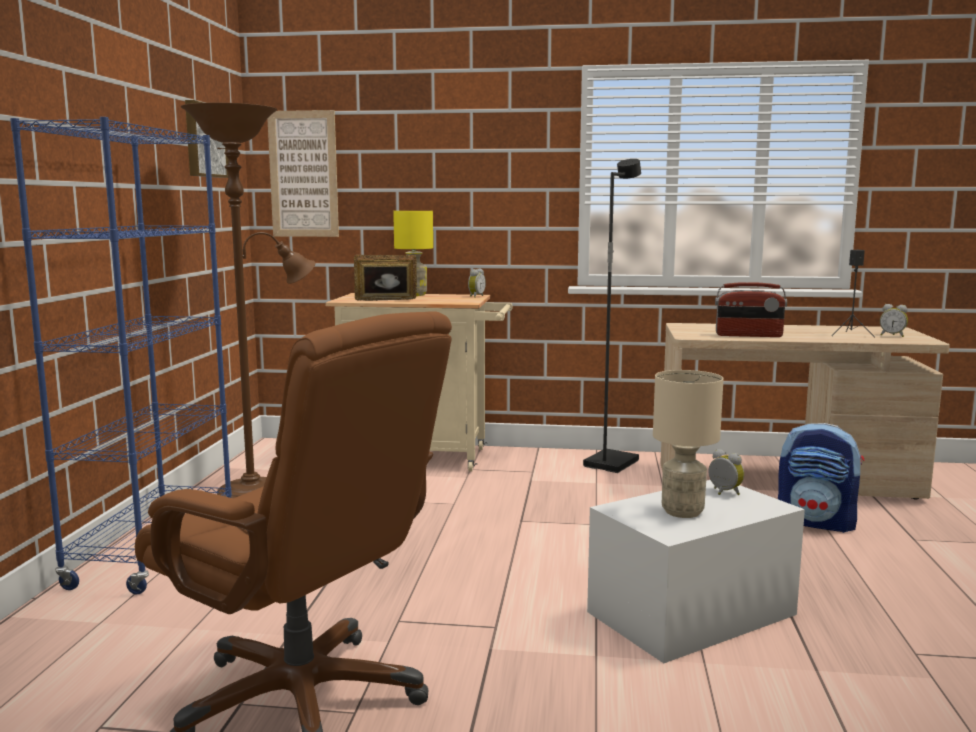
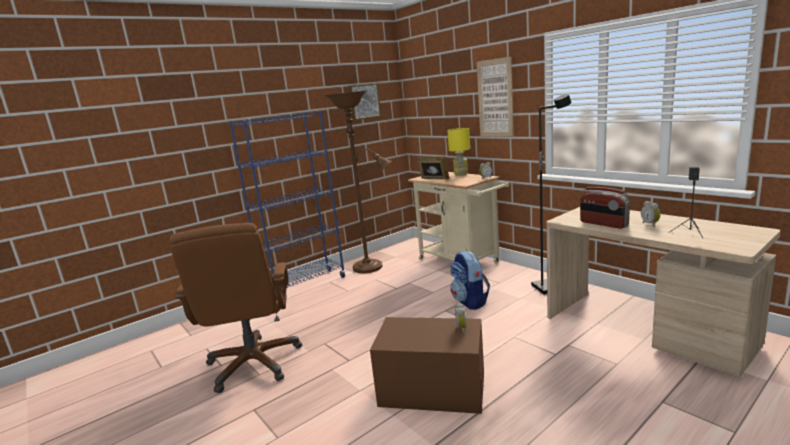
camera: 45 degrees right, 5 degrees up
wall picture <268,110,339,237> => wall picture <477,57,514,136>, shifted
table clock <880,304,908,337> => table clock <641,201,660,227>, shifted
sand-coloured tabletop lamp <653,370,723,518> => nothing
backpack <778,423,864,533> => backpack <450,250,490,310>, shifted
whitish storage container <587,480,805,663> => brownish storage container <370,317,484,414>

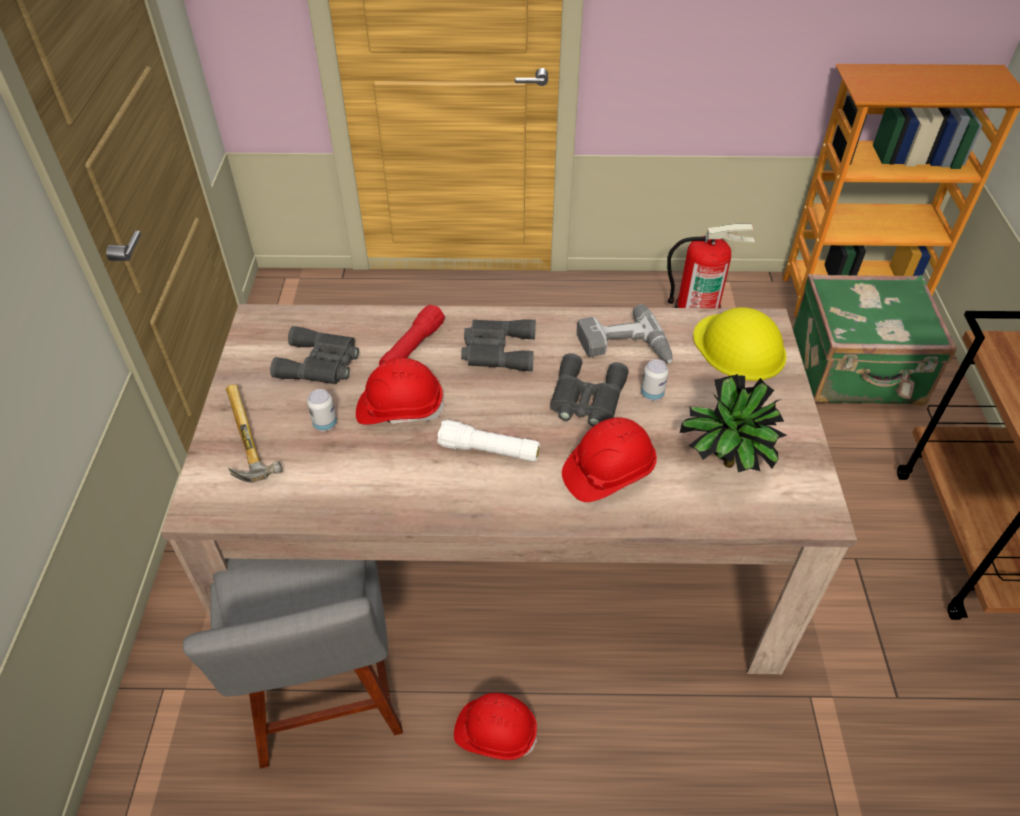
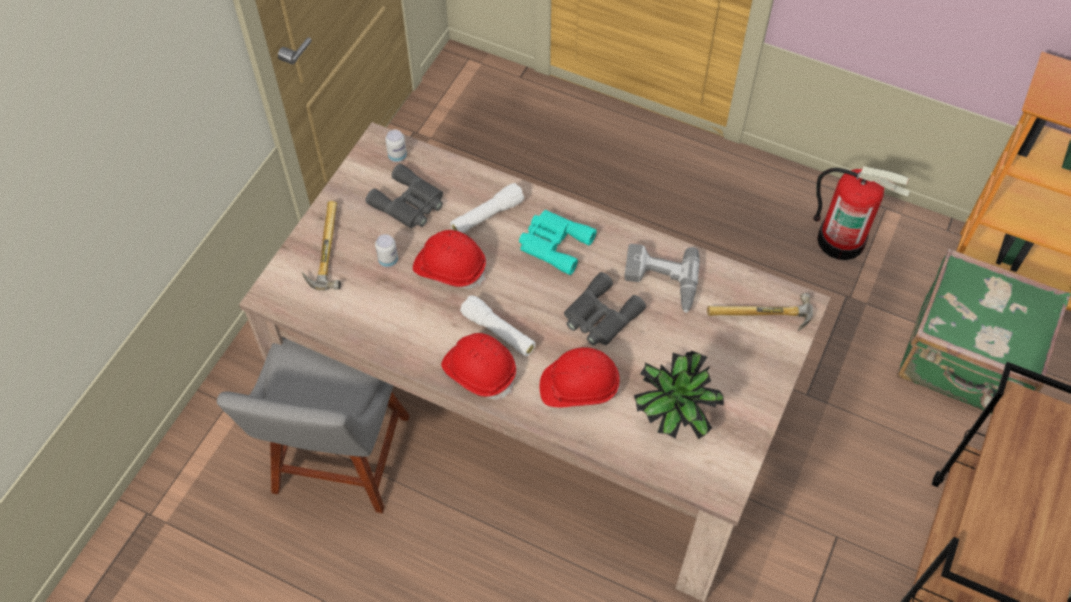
camera: 25 degrees right, 10 degrees up
red hand torch <379,305,445,366> => whitish hand torch <450,183,525,233>
yellowish hard hat <693,307,786,381> => hammer <707,293,813,331>
grey field glasses <461,319,536,371> => turquoise-coloured field glasses <519,210,597,275>
metal can <641,359,669,401> => metal can <385,130,407,162>, shifted
red hard hat <454,693,537,760> => red hard hat <441,333,516,400>, shifted

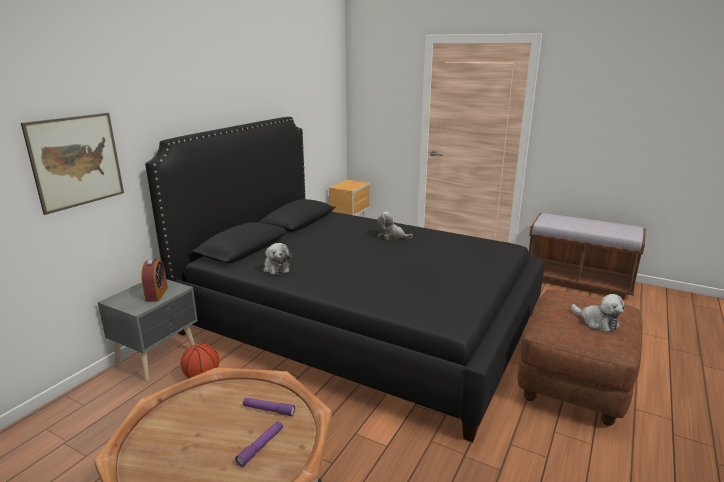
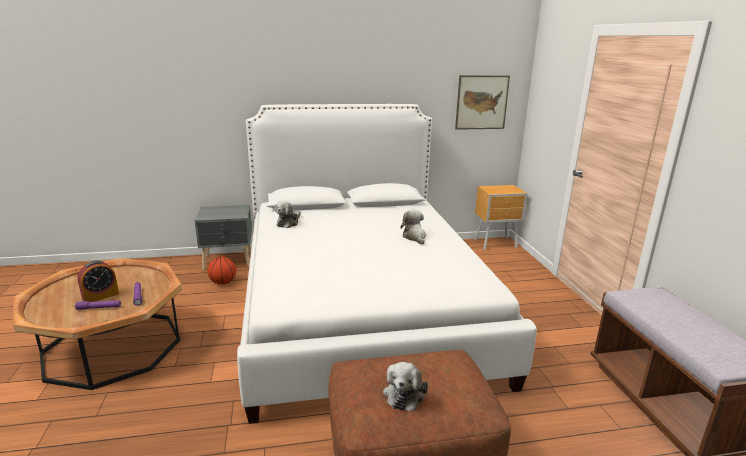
camera: 50 degrees right, 0 degrees up
wall picture <21,113,124,215> => wall picture <455,75,510,130>, shifted
black bedroom bed <145,117,545,442> => whitish bedroom bed <237,104,537,424>
table clock <141,258,168,302> => table clock <78,260,119,302>, shifted

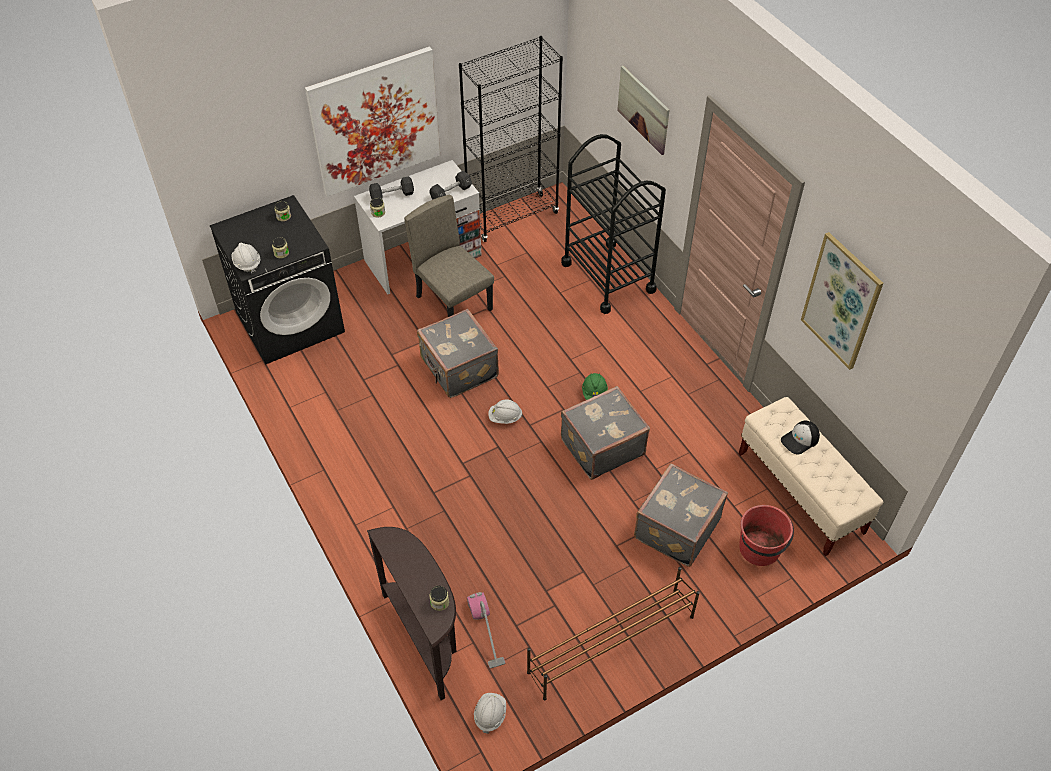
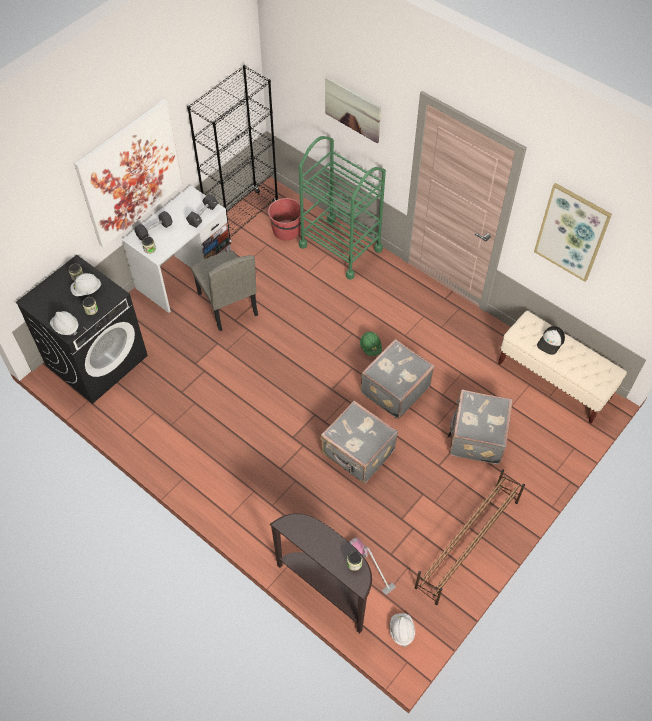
camera: 20 degrees left, 5 degrees up
black trolley <561,134,666,314> => greenish trolley <299,136,386,280>
sand-coloured chair <404,195,494,317> => sand-coloured chair <191,251,258,331>, 150 degrees counterclockwise
grey piece of luggage <417,309,499,398> => grey piece of luggage <320,401,398,484>, shifted
whitish hard hat <488,399,522,424> => whitish hard hat <71,273,101,296>, shifted
red pail <739,505,794,566> => red pail <268,198,304,240>, shifted

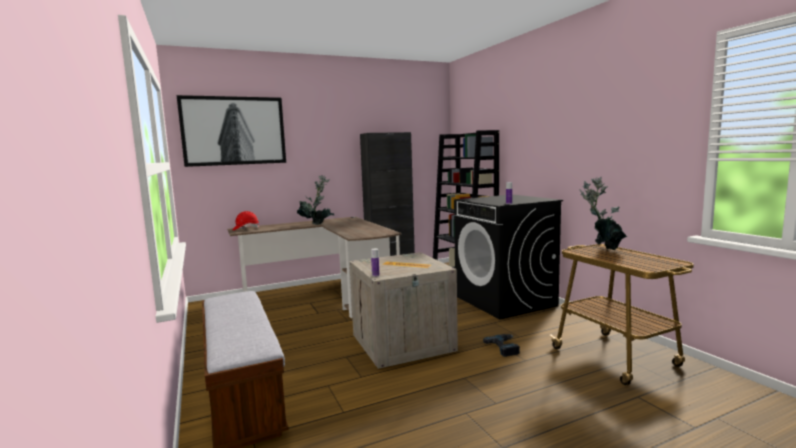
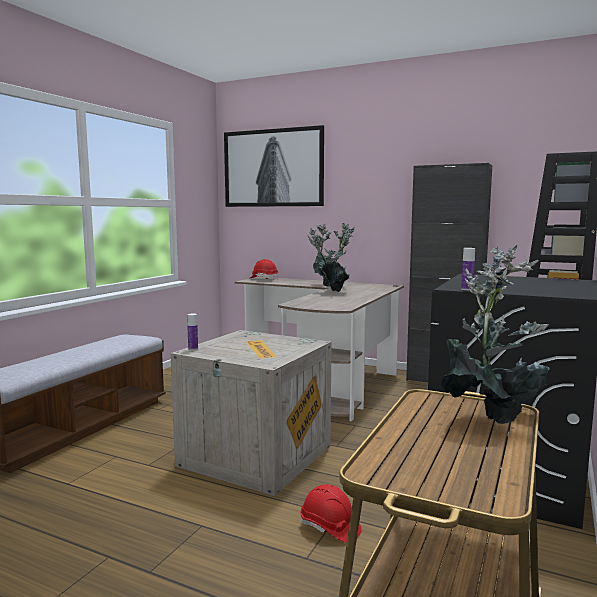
camera: 50 degrees right, 0 degrees up
power drill <483,334,520,357> => red hard hat <300,484,362,543>
nothing => potted plant <307,223,350,292>

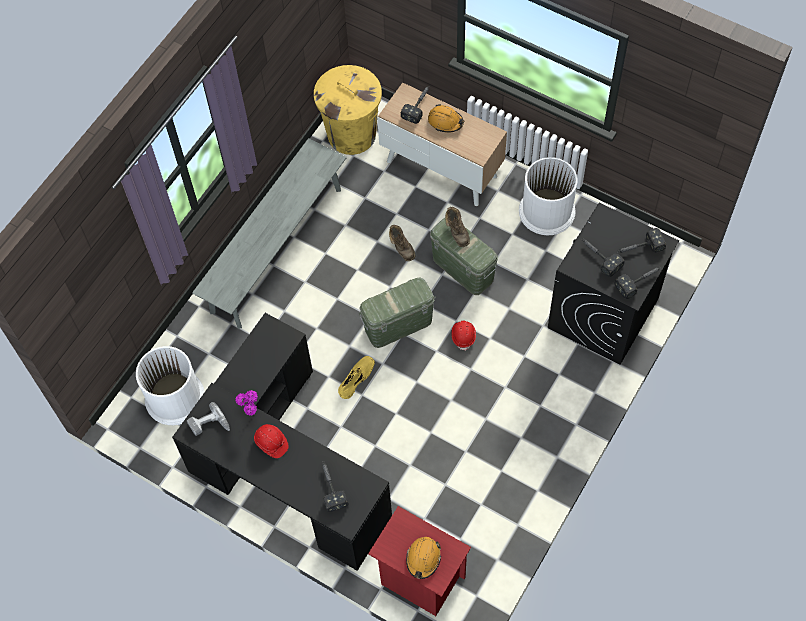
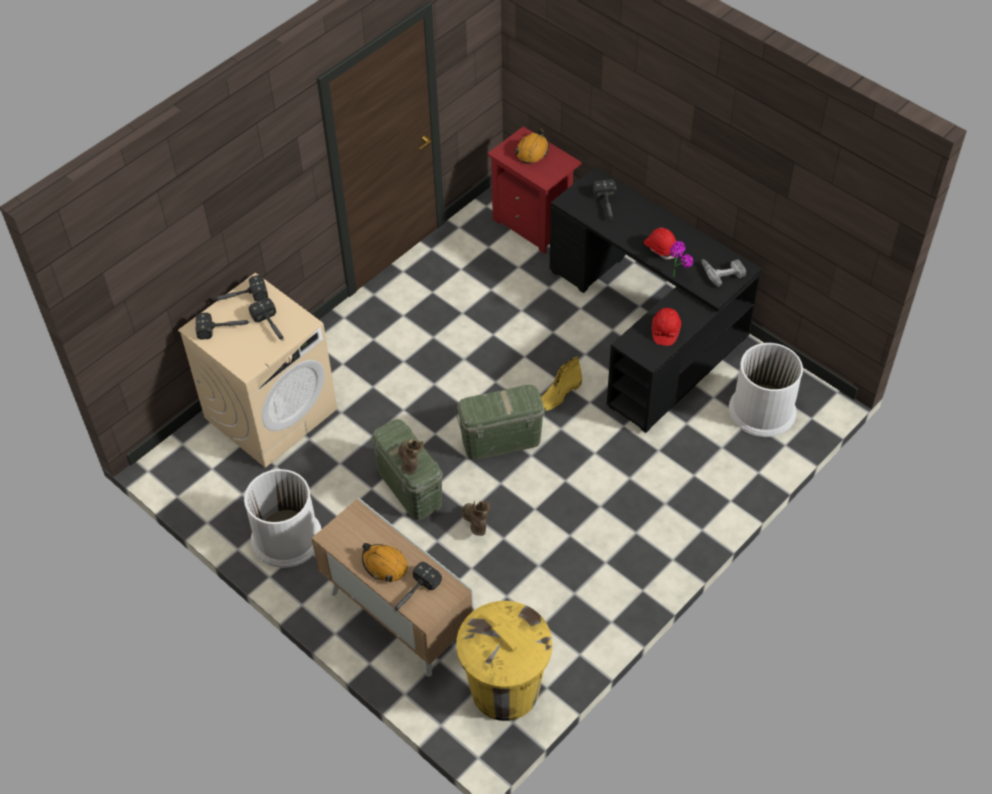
camera: 170 degrees left, 10 degrees down
grey indoor bench <192,138,347,329> => nothing
black washing machine <548,203,679,365> => sand-coloured washing machine <178,273,337,468>
red hard hat <451,321,476,351> => red hard hat <652,308,681,346>, shifted

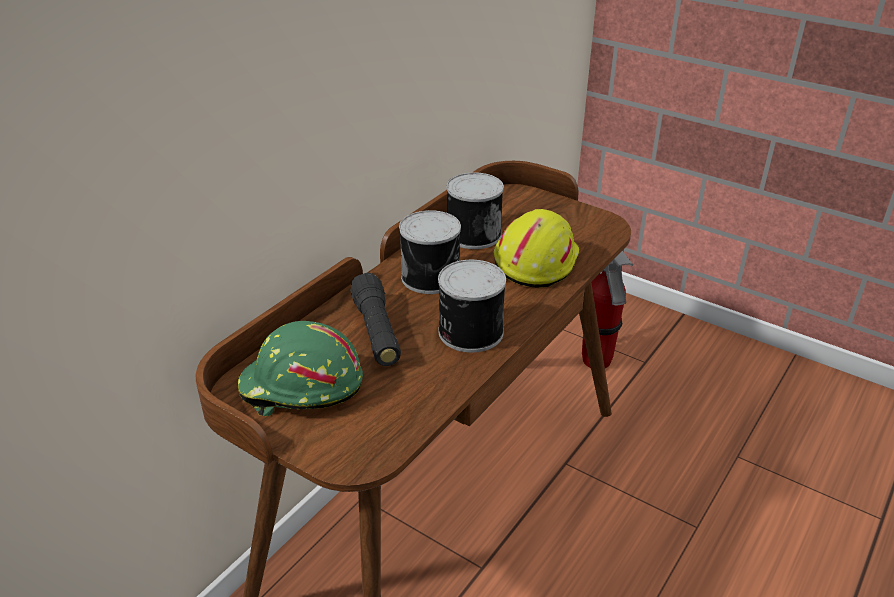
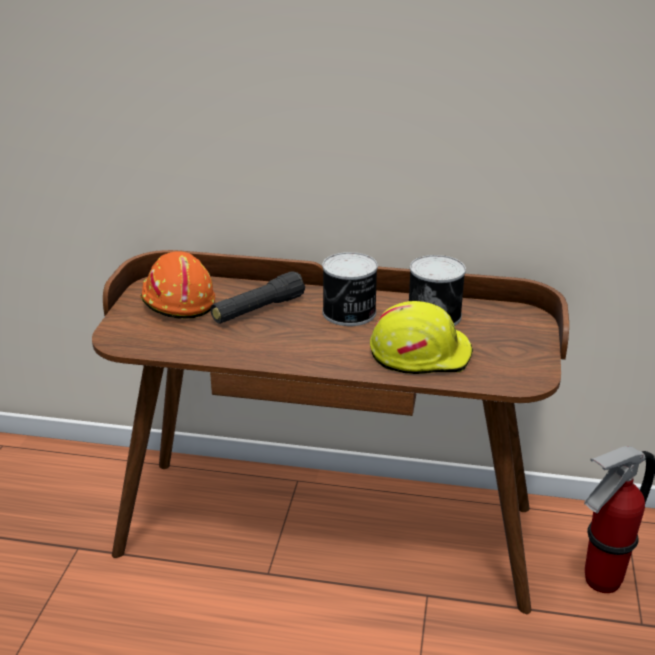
camera: 65 degrees right, 5 degrees down
metal can <438,260,506,353> => nothing
greenish hard hat <237,321,363,416> => orangey hard hat <140,251,215,319>

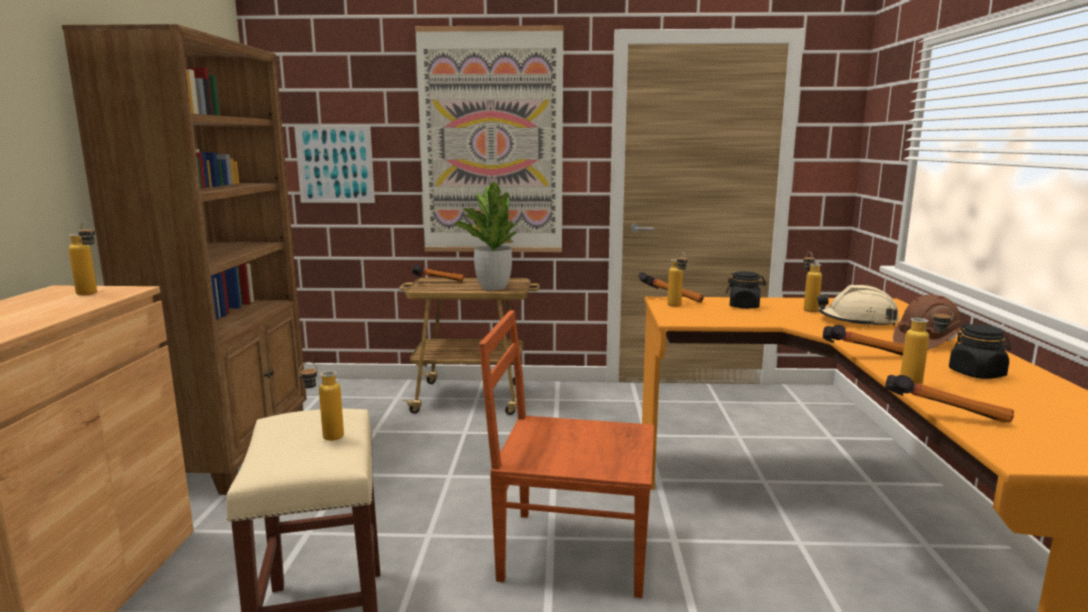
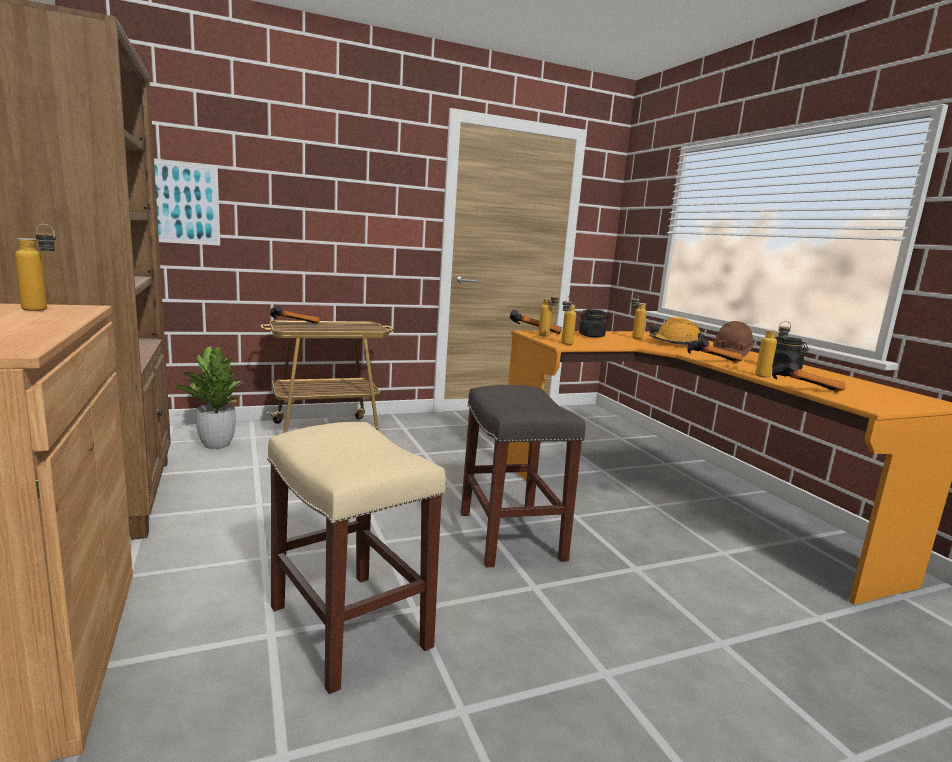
camera: 25 degrees left, 0 degrees up
wall picture <415,25,563,252> => nothing
potted plant <454,182,520,290> => potted plant <173,346,243,449>, shifted
sand-coloured hard hat <817,285,899,327> => orangey hard hat <649,317,704,345>
brownish chair <479,310,654,598> => grey stool <461,385,585,567>
drink bottle <299,362,344,441> => drink bottle <561,296,576,345>, shifted

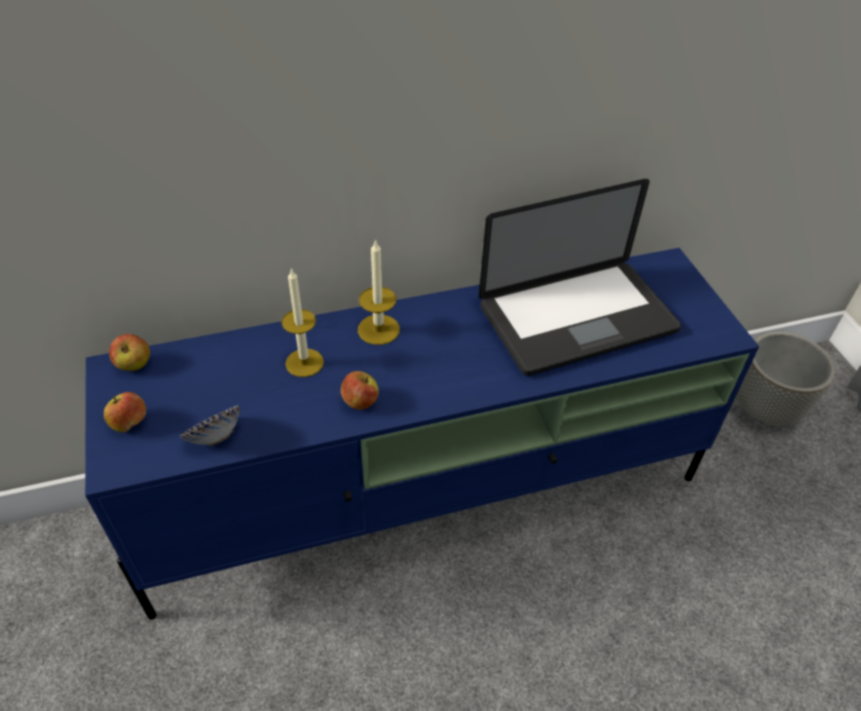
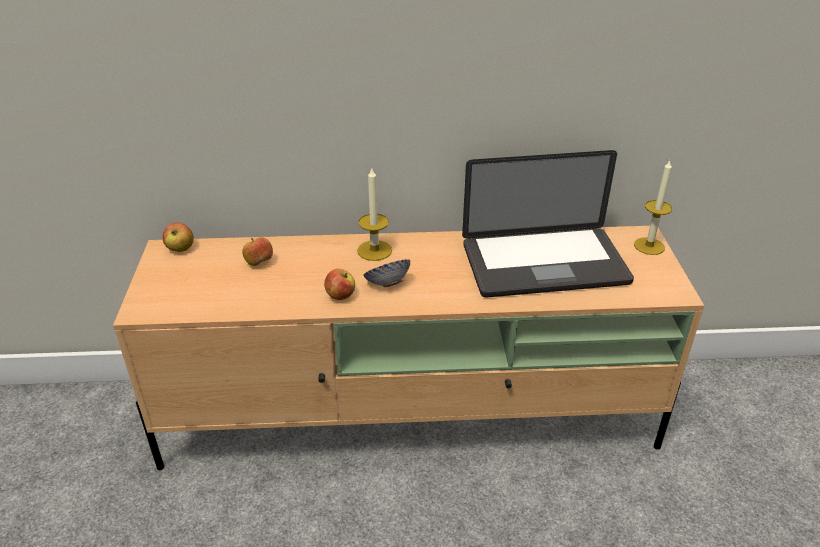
camera: 15 degrees right, 10 degrees down
blue-coloured media console <85,248,759,620> => sand-coloured media console <113,226,704,470>
candle <281,268,324,377> => candle <634,161,672,255>, shifted
grey flower pot <737,331,835,426> => nothing
apple <104,392,146,432> => apple <242,237,273,266>, shifted
deep dish <179,405,240,446> => deep dish <363,259,410,287>, shifted

